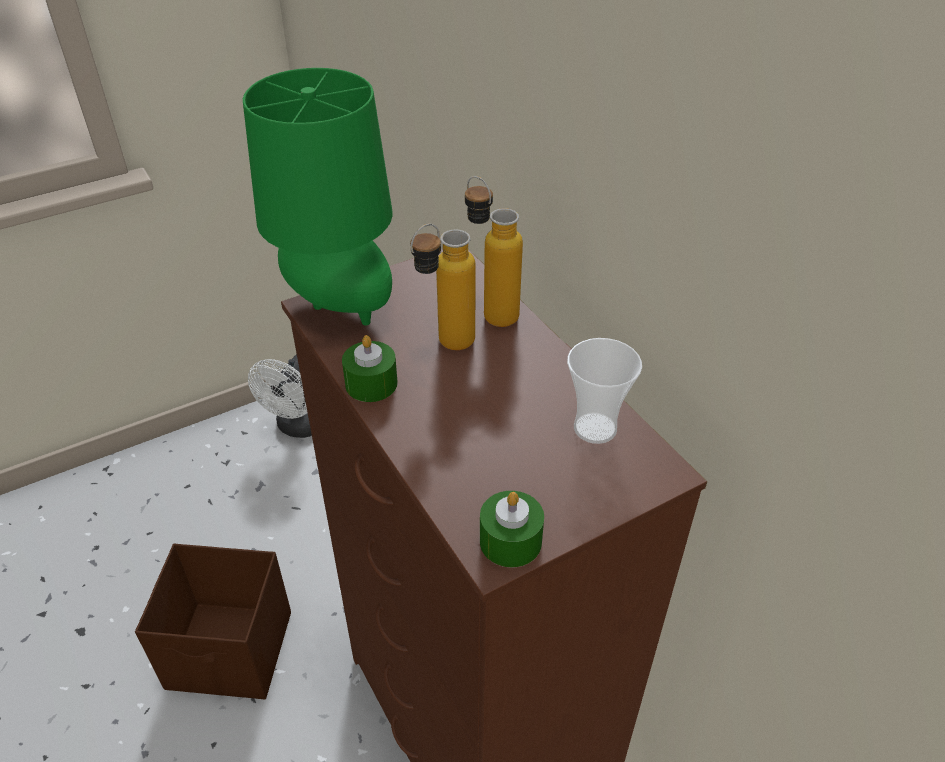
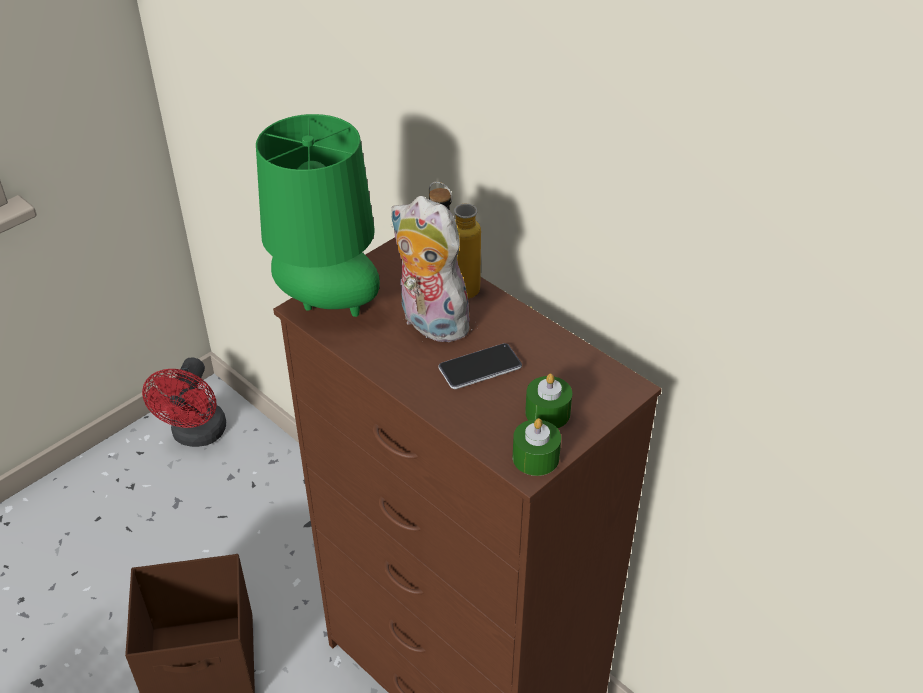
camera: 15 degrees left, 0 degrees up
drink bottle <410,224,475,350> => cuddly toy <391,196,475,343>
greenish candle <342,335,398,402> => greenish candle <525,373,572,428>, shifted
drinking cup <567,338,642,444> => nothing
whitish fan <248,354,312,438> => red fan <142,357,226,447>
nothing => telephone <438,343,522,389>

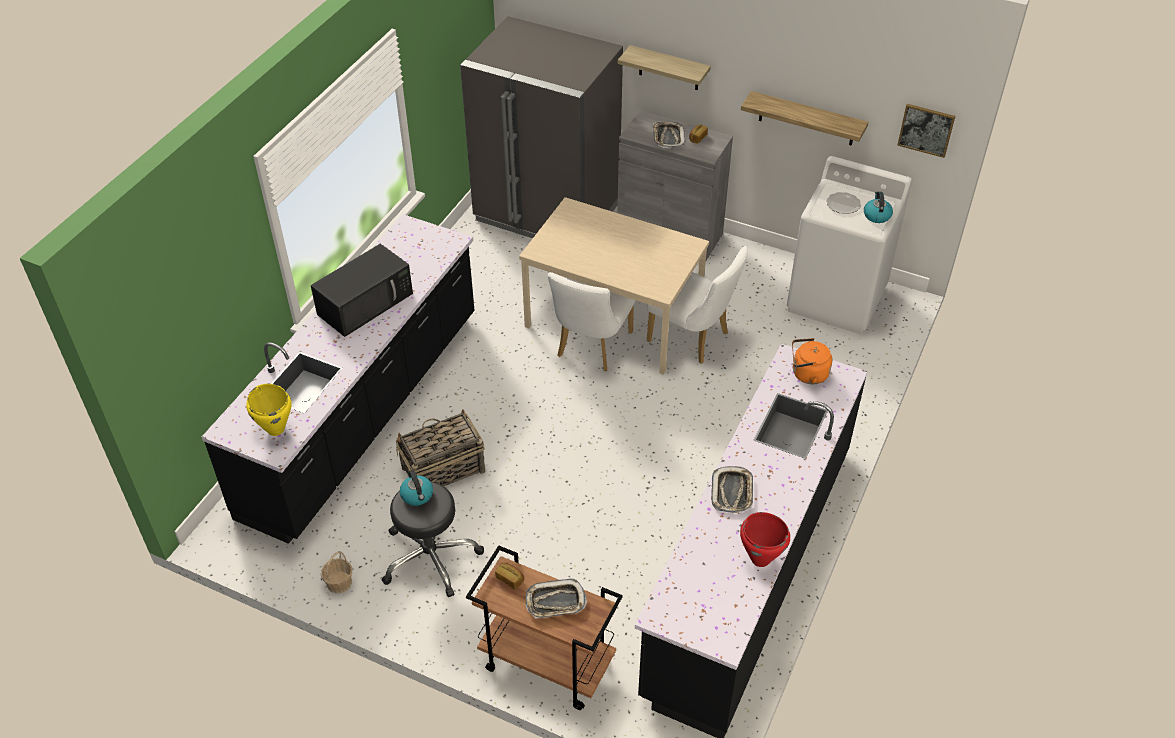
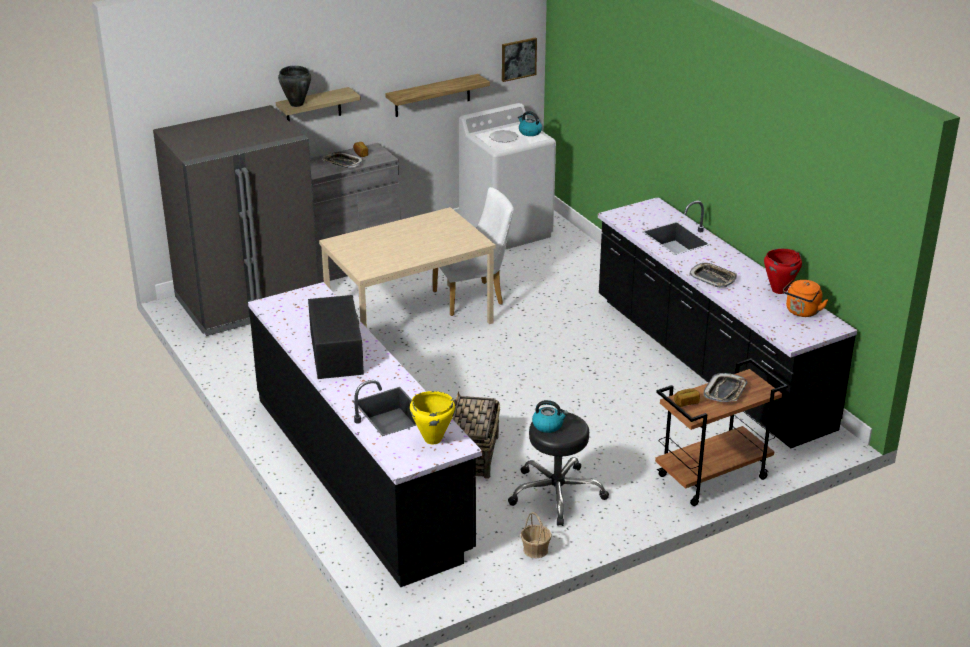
camera: 55 degrees left, 15 degrees down
whitish chair <548,272,636,371> => nothing
orangey kettle <792,338,832,384> => orangey kettle <783,280,828,317>, shifted
nothing => black saucepot <278,66,311,107>

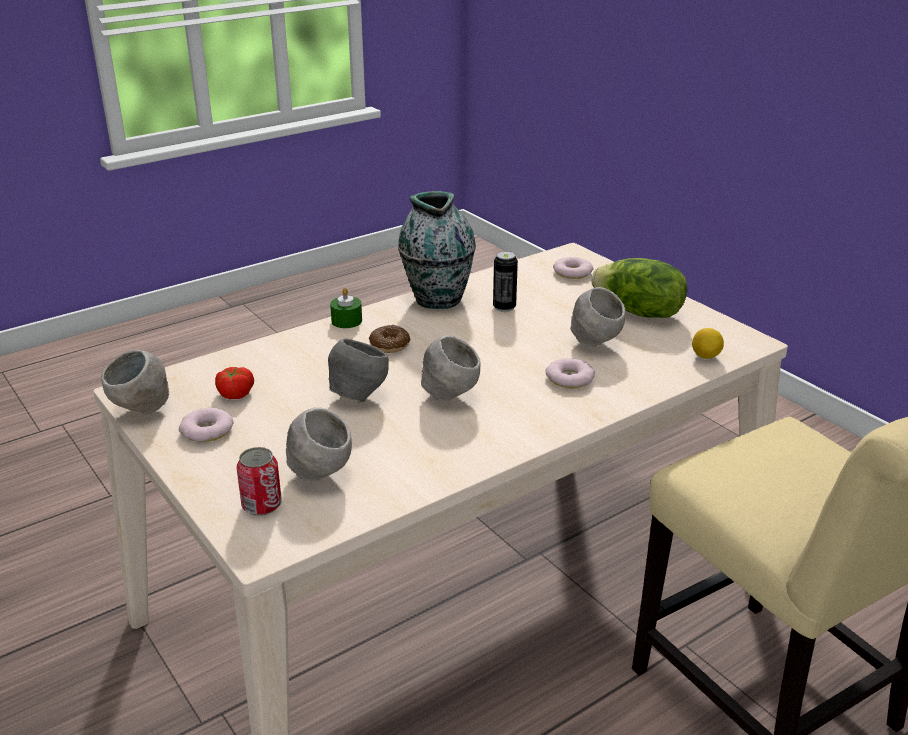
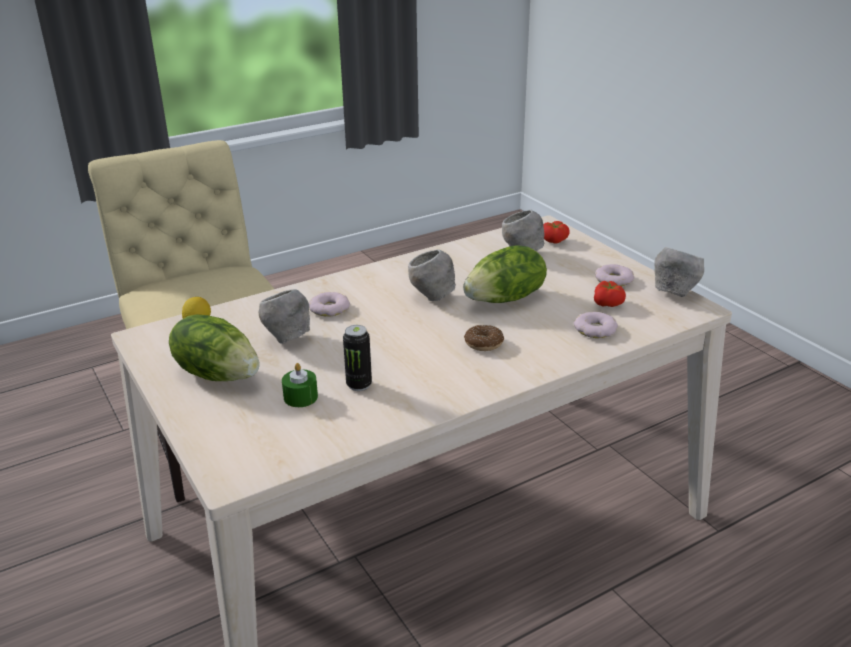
camera: 175 degrees left, 0 degrees up
decorative vase <398,191,476,309> => nothing
donut <553,257,593,279> => donut <574,312,618,338>, shifted
greenish candle <330,288,362,328> => greenish candle <282,363,318,407>, shifted
grey deep dish <328,339,389,403> => head of lettuce <463,245,547,303>
metal can <237,447,282,516> => whole tomato <543,221,570,244>

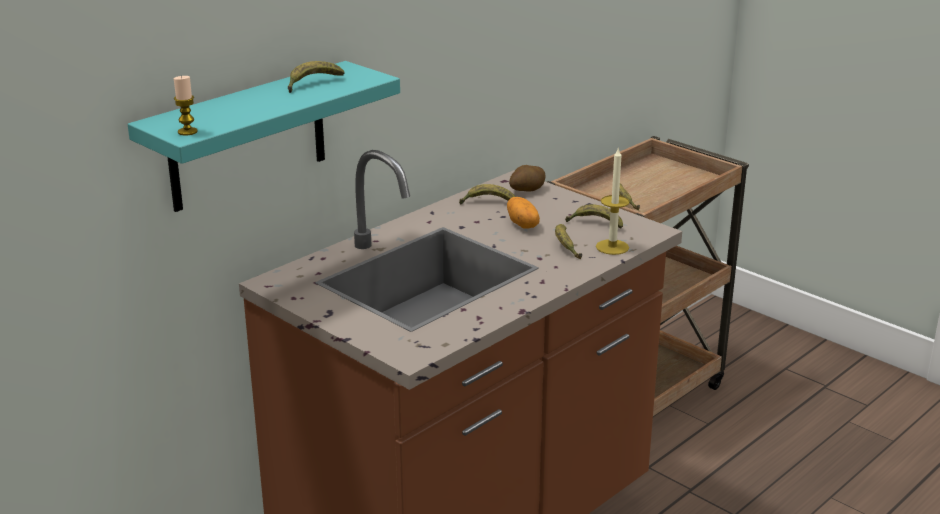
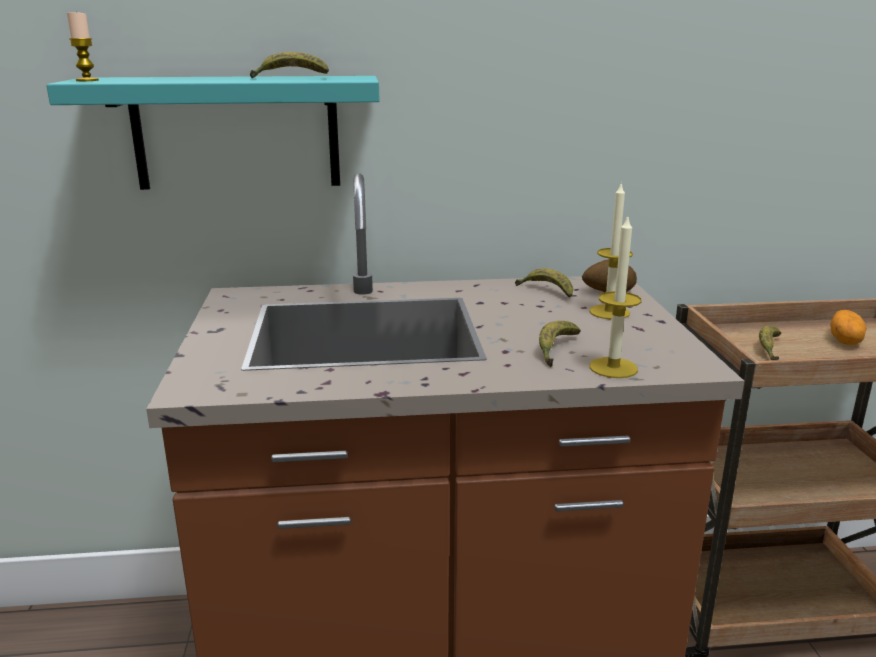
camera: 40 degrees right, 5 degrees down
potato <507,197,540,229> => potato <830,310,867,345>, shifted
banana <565,204,623,229> => nothing
nothing => candle <589,184,633,320>

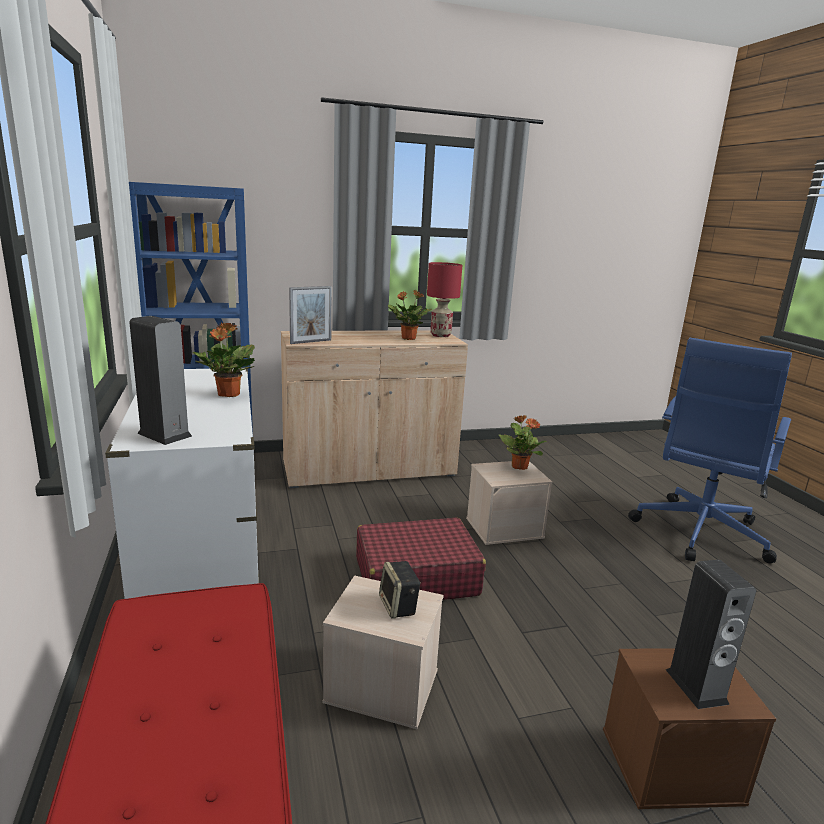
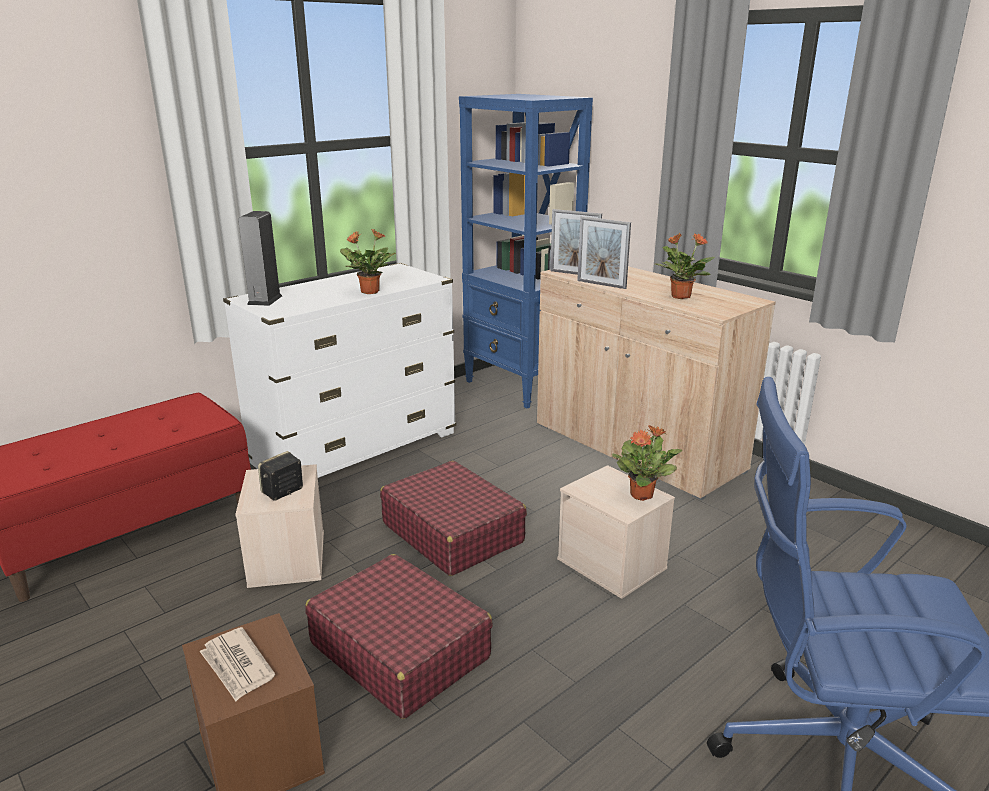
camera: 65 degrees right, 5 degrees up
red tabletop lamp <427,262,462,337> => nothing
speaker <666,560,756,709> => newspaper <199,627,275,701>
nothing => photo frame <577,216,631,289>
nothing => red piece of luggage <305,554,493,719>

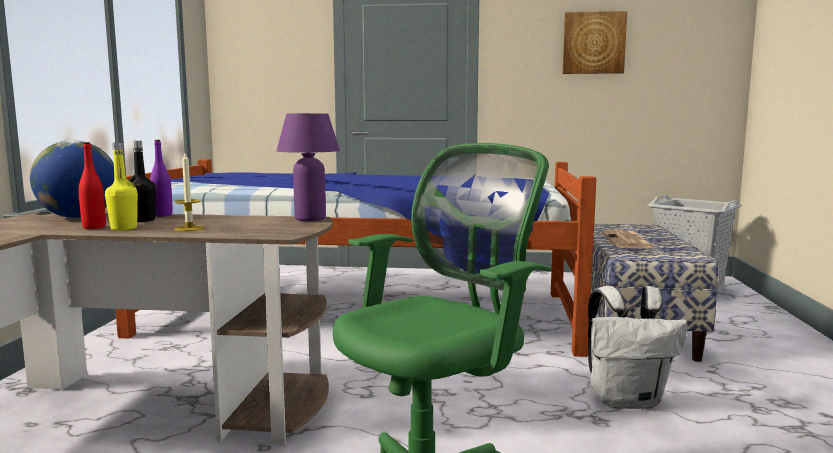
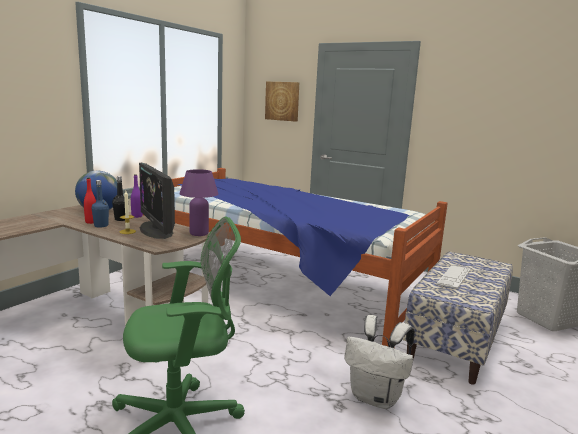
camera: 25 degrees right, 5 degrees up
wall picture <563,11,627,74> => wall picture <265,82,299,122>, shifted
yellowish drink bottle <105,142,138,230> => blue-coloured drink bottle <91,180,109,228>
newspaper <602,230,656,249> => computer keyboard <436,265,471,289>
nothing => computer display <139,162,175,239>

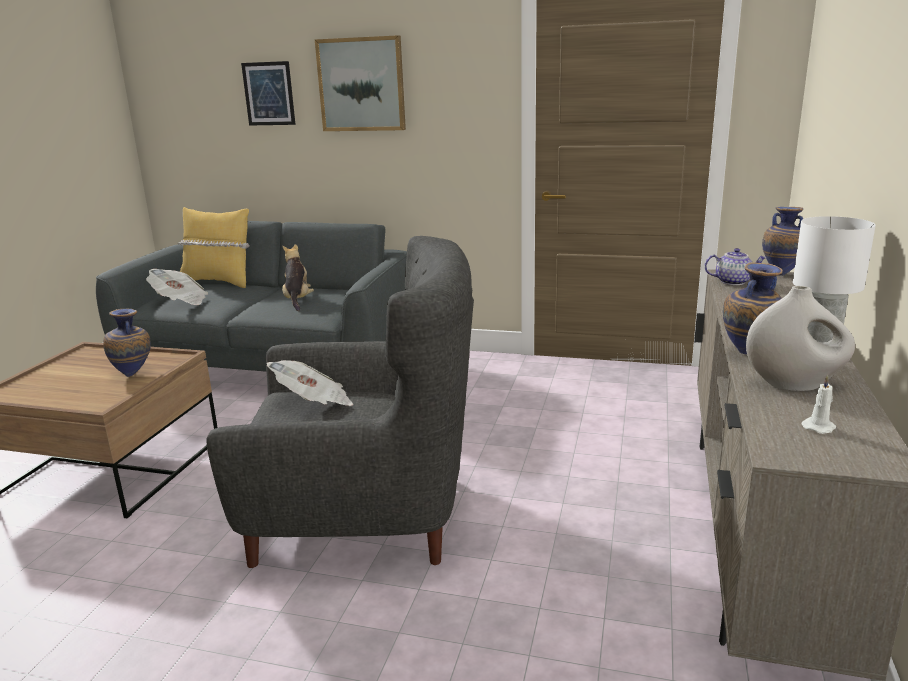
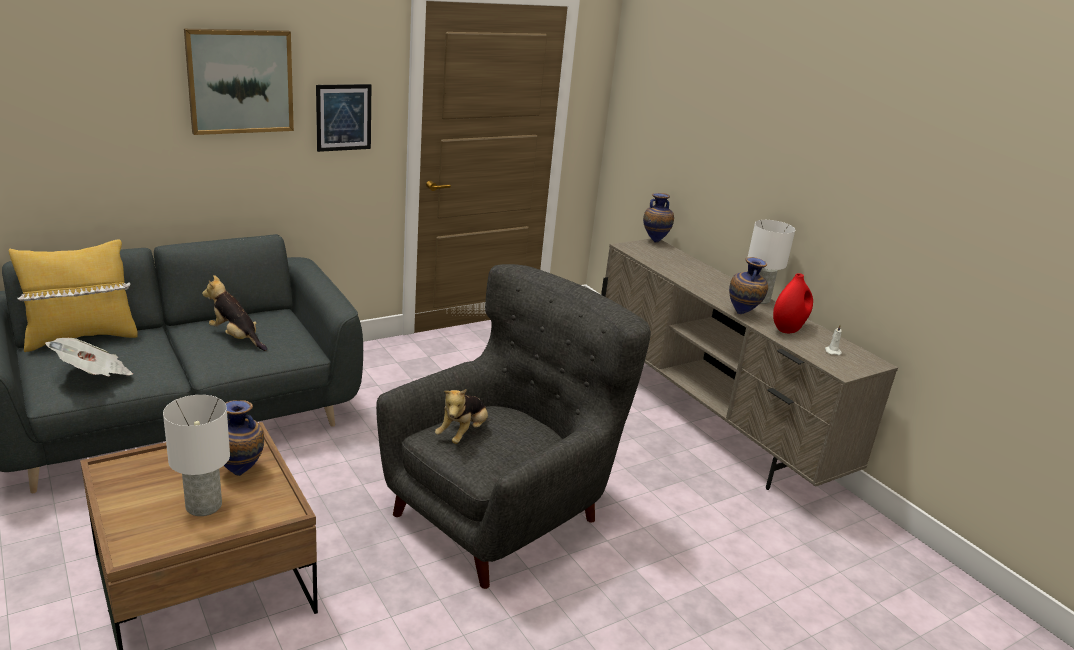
camera: 50 degrees left, 5 degrees up
wall picture <241,61,296,126> => wall picture <316,84,371,152>, shifted
teapot <704,248,767,285> => nothing
whitish decorative vase <746,286,855,391> => red decorative vase <773,273,813,333>
newspaper <267,360,354,406> => cuddly toy <435,389,488,444>
nothing => whitish tabletop lamp <163,395,230,516>

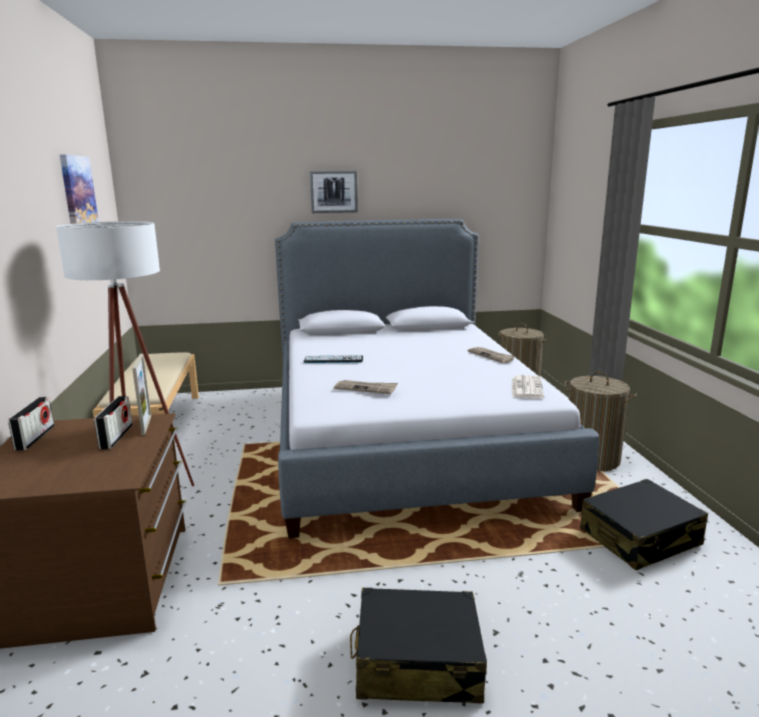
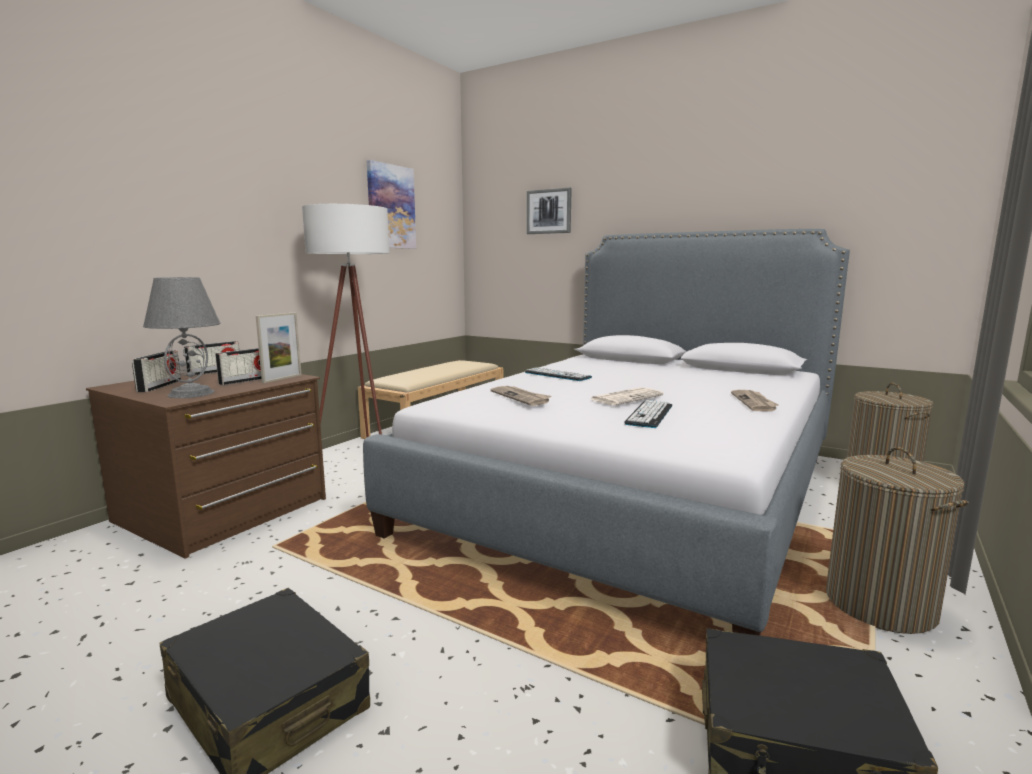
camera: 40 degrees right, 5 degrees down
wall picture <310,171,358,213> => wall picture <527,188,572,234>, shifted
newspaper <512,375,544,398> => newspaper <589,387,664,405>, shifted
nothing => grey tabletop lamp <143,277,220,398>
nothing => radio <132,351,181,392>
nothing => computer keyboard <624,400,672,428>

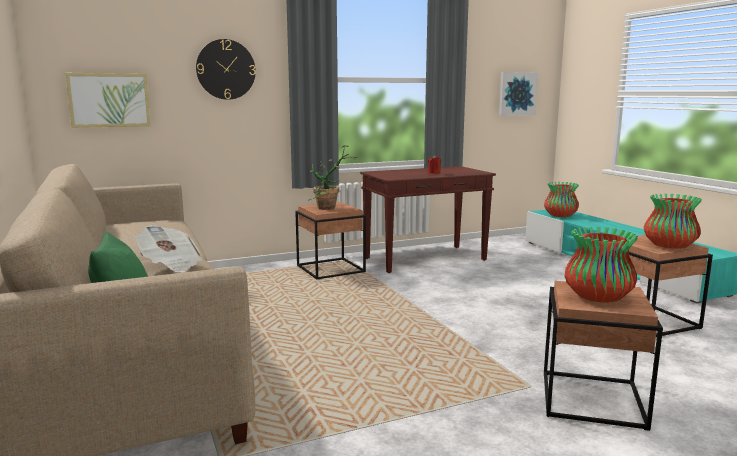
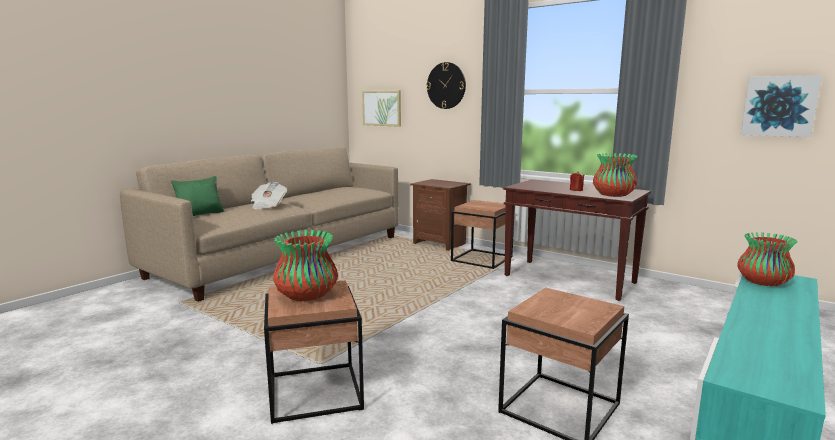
camera: 60 degrees right, 0 degrees up
potted plant <308,145,358,210> => nothing
decorative vase <644,194,702,249> => decorative vase <593,153,637,197>, shifted
nothing => brownish night table <410,179,471,251>

